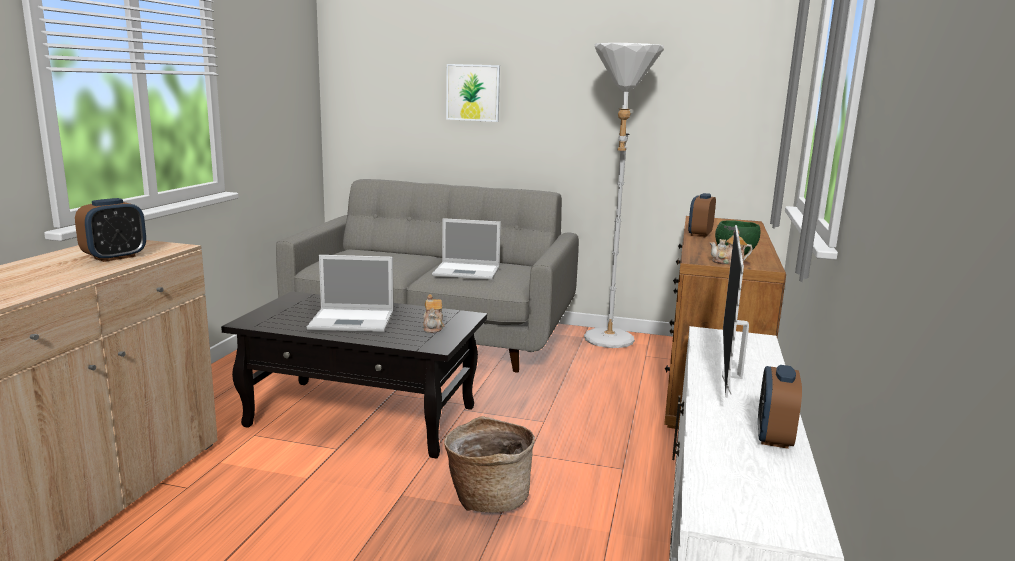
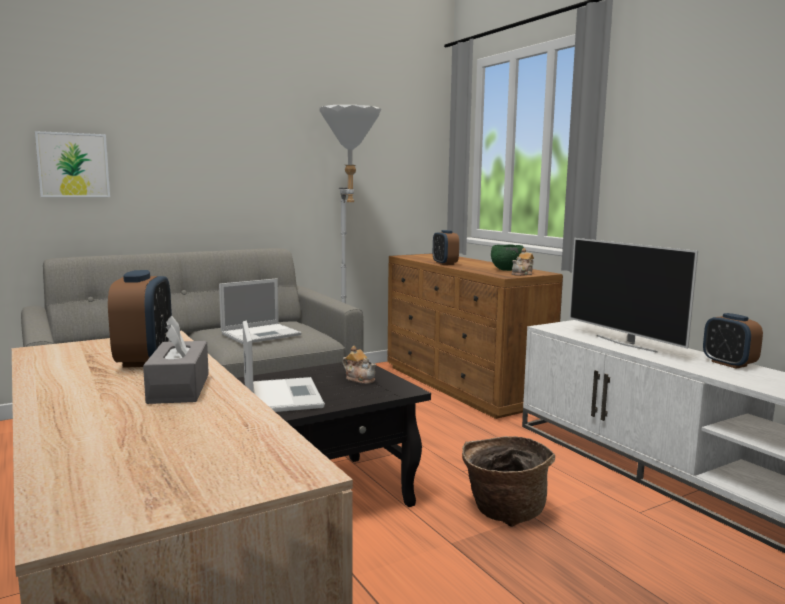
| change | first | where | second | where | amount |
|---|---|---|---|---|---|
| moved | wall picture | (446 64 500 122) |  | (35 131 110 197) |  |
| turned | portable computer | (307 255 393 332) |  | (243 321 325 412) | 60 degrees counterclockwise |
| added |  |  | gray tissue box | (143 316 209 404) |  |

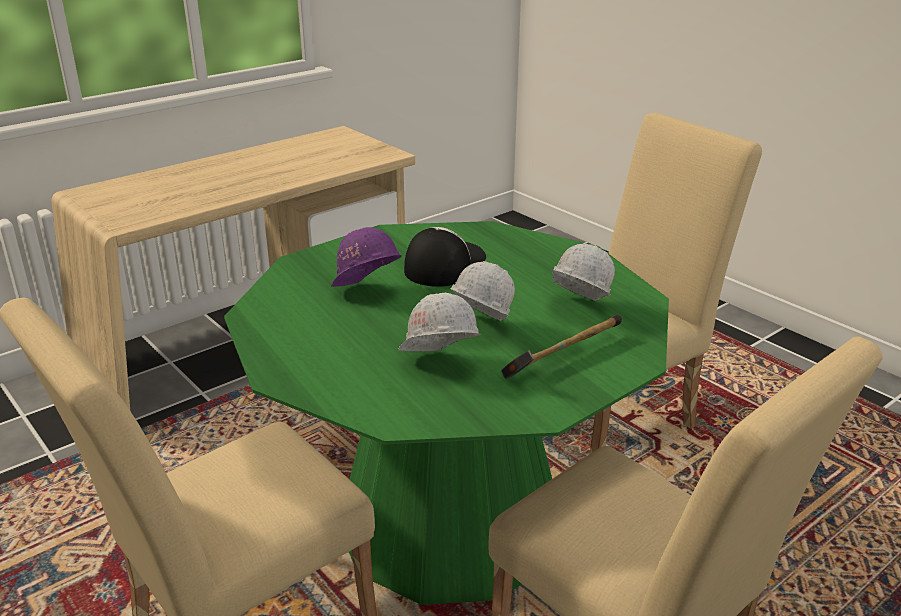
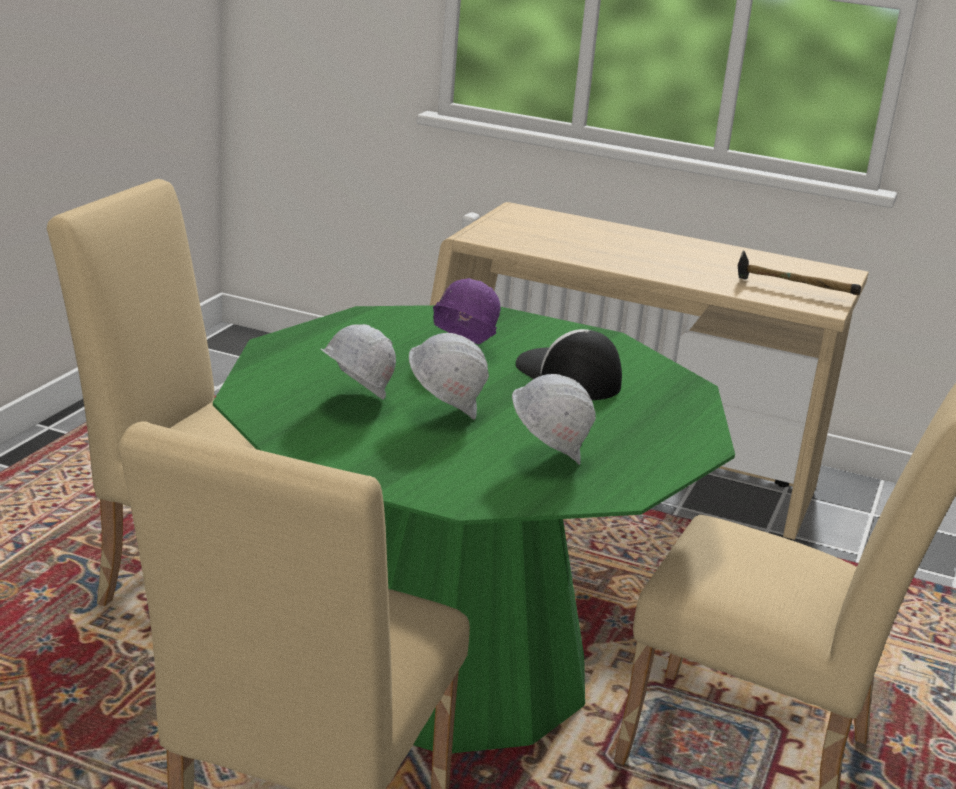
| change | first | where | second | where | amount |
|---|---|---|---|---|---|
| turned | cap | (404 227 486 287) |  | (516 329 622 400) | 120 degrees counterclockwise |
| moved | tool hammer | (501 315 622 379) |  | (738 251 861 295) |  |

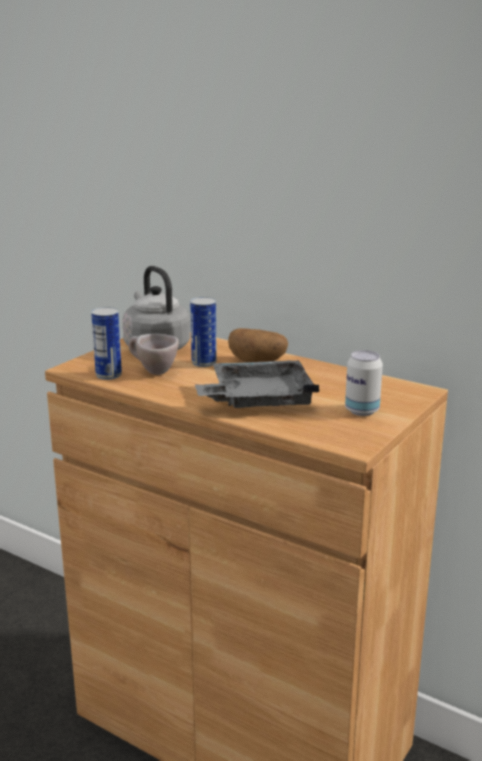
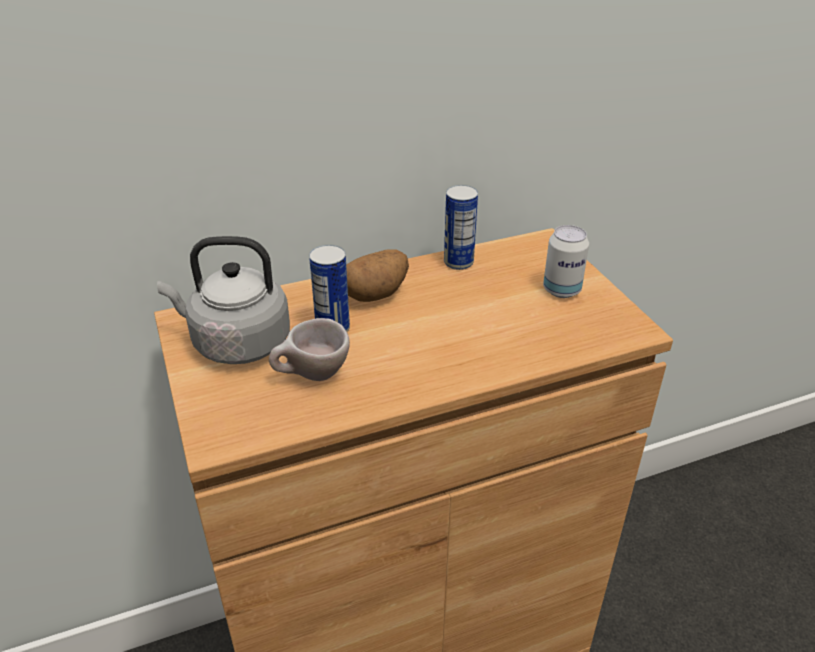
| change | first | where | second | where | amount |
|---|---|---|---|---|---|
| moved | metal can | (91 307 122 380) |  | (444 185 478 270) |  |
| removed | gray carrying tray | (195 360 319 408) |  |  |  |

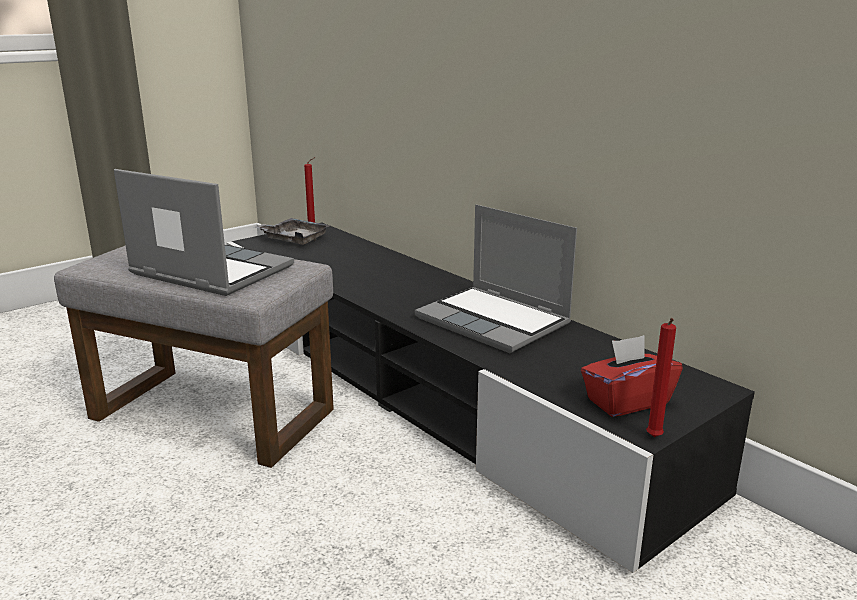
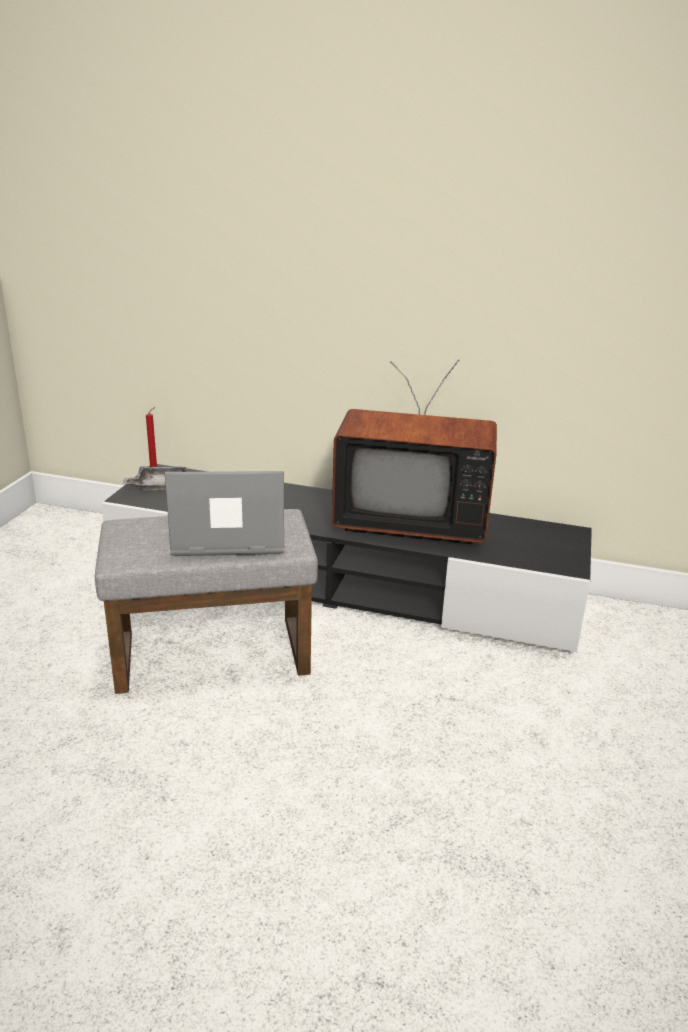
| change | first | where | second | where | amount |
|---|---|---|---|---|---|
| replaced | portable computer | (415 205 577 353) | television | (332 360 497 544) |  |
| removed | red-coloured wax light | (646 318 676 437) |  |  |  |
| removed | red-coloured tissue box | (581 335 683 417) |  |  |  |

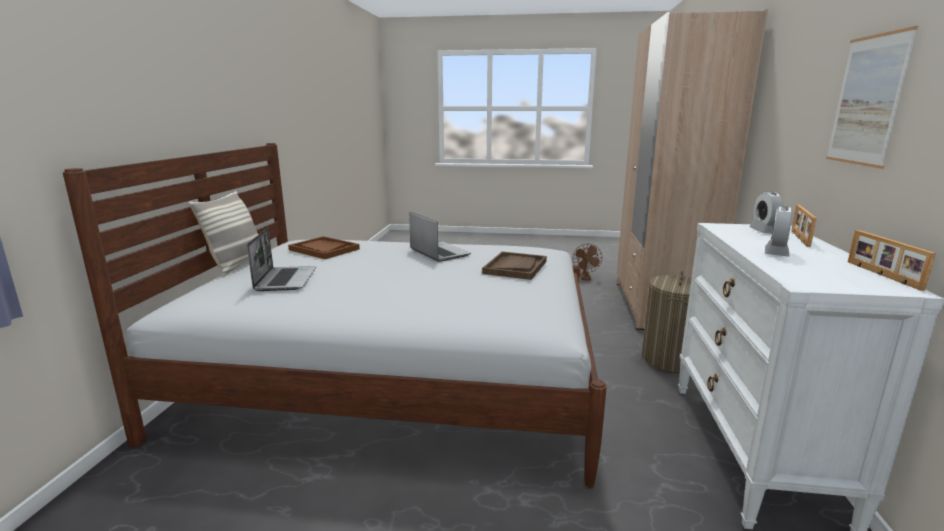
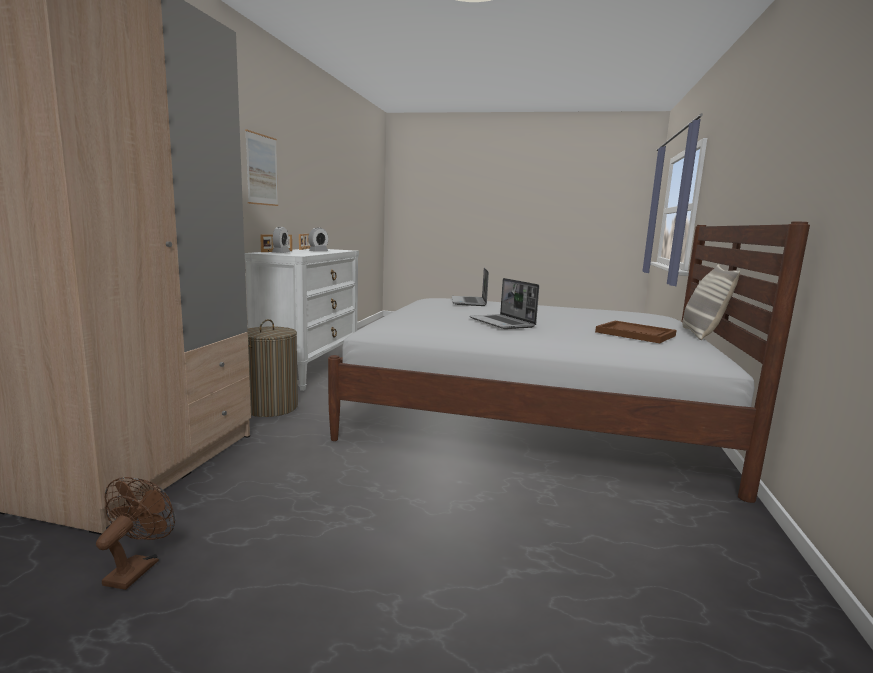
| change | first | where | second | where | amount |
|---|---|---|---|---|---|
| moved | portable computer | (247 228 316 291) |  | (452 268 489 306) |  |
| removed | brown-coloured carrying tray | (482 251 547 280) |  |  |  |

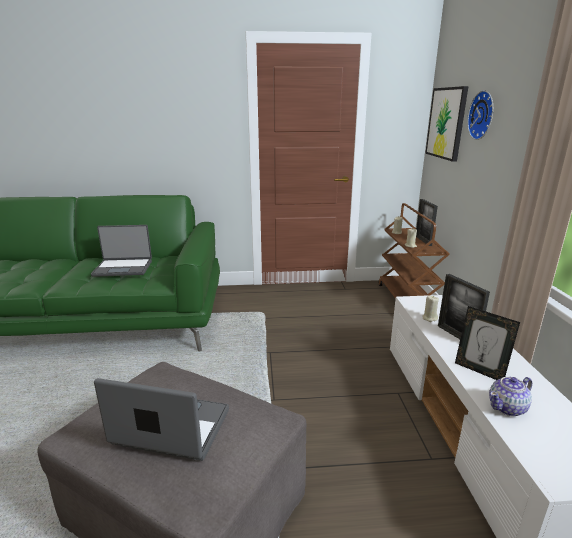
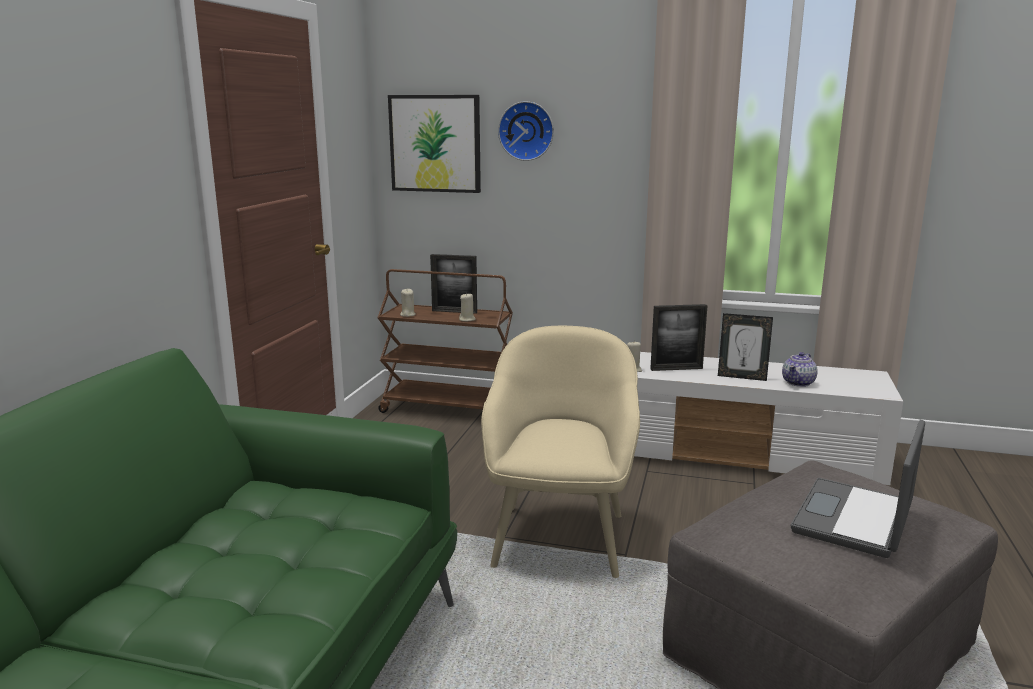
| change | first | where | second | where | amount |
|---|---|---|---|---|---|
| removed | portable computer | (91 225 152 277) |  |  |  |
| turned | standing frame | (455 306 520 380) |  | (718 313 773 381) | 45 degrees clockwise |
| turned | tea pot | (489 377 532 416) |  | (782 352 818 387) | 45 degrees clockwise |
| added |  |  | beige lounge chair | (481 326 640 578) |  |

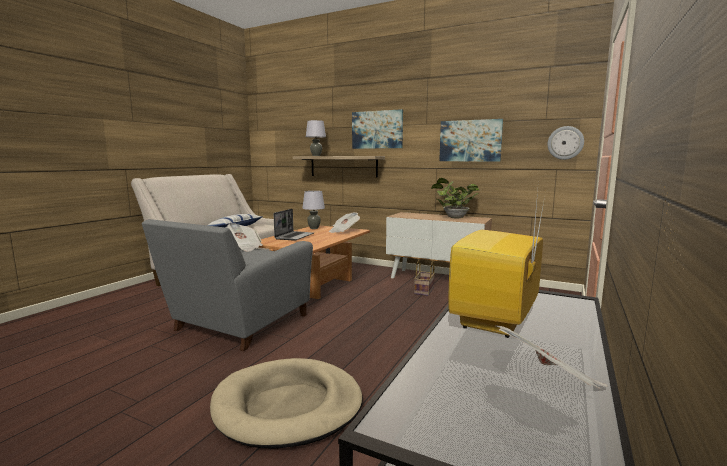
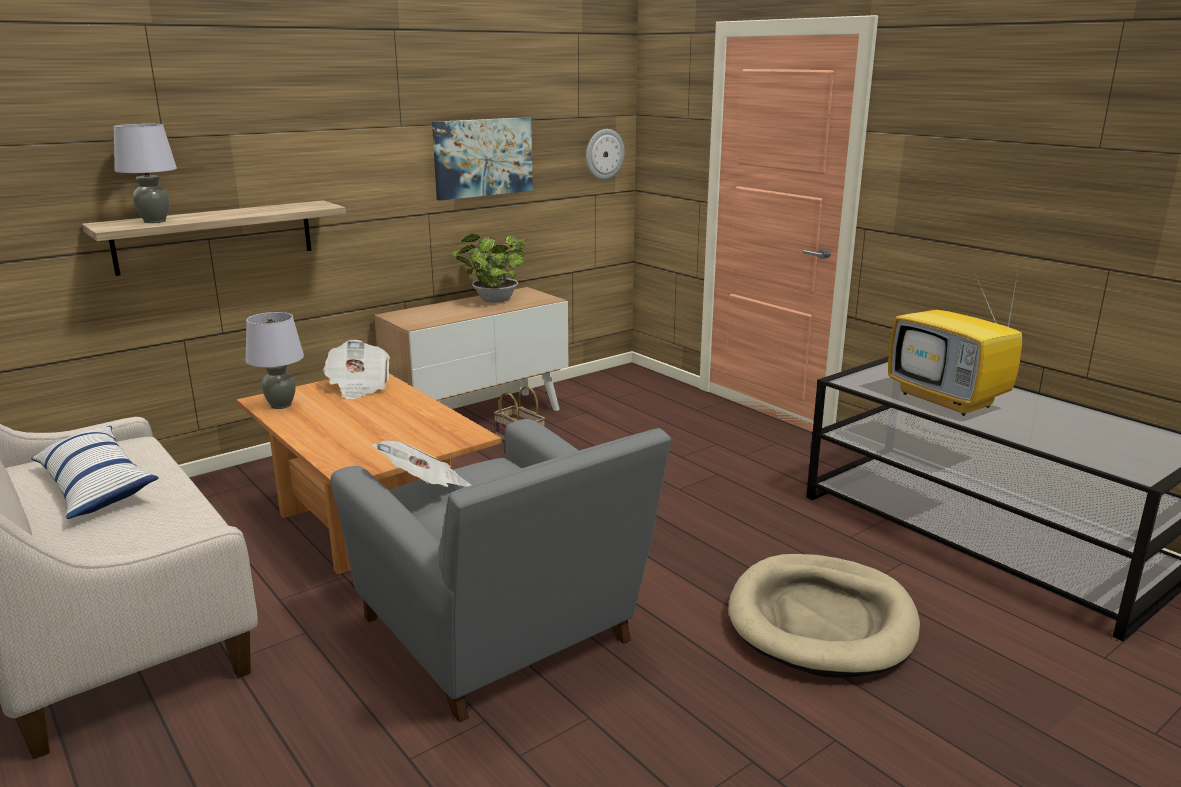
| change | first | where | second | where | amount |
|---|---|---|---|---|---|
| removed | wall picture | (352 109 403 149) |  |  |  |
| removed | portable computer | (274 209 314 241) |  |  |  |
| removed | daily paper | (496 326 608 388) |  |  |  |

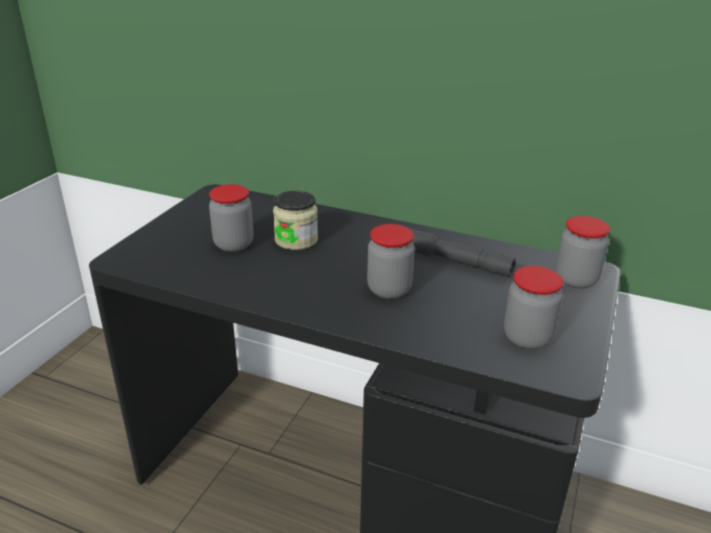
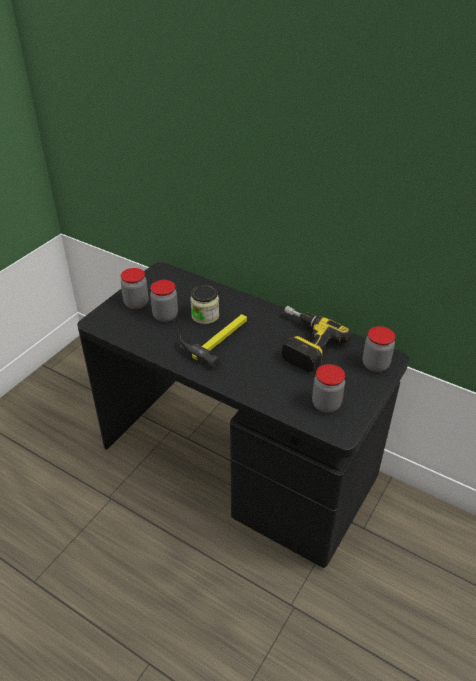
| change | first | where | second | where | amount |
|---|---|---|---|---|---|
| moved | preserve jar | (367 224 415 299) |  | (121 268 148 309) |  |
| replaced | gray torch | (408 227 516 277) | drill | (282 306 352 372) |  |
| added |  |  | tool hammer | (180 314 247 369) |  |

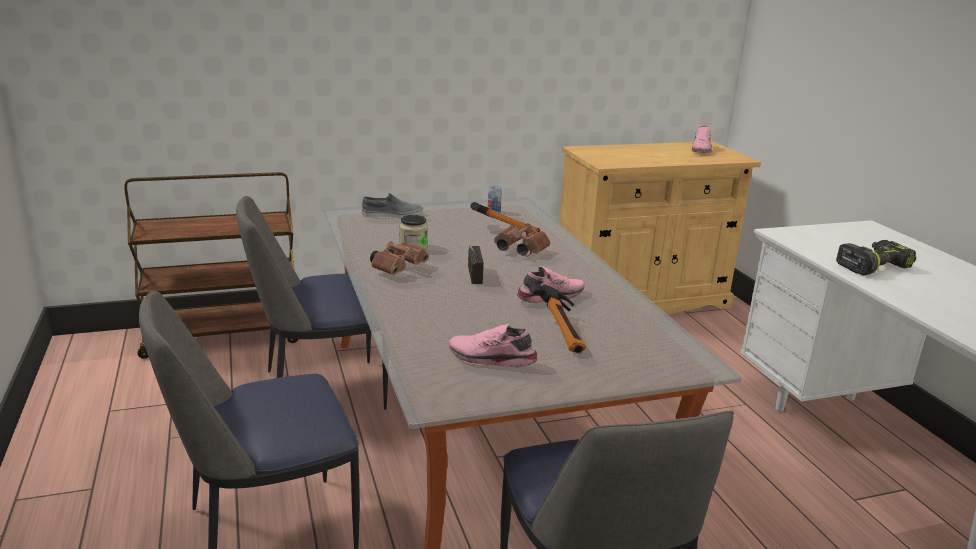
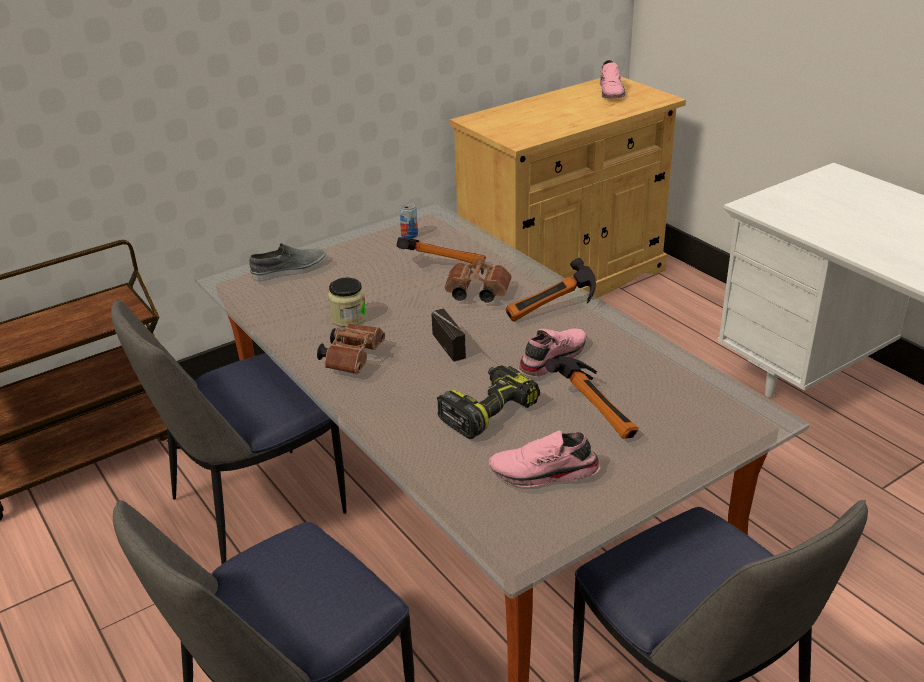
| change | first | where | second | where | amount |
|---|---|---|---|---|---|
| moved | drill | (836 240 916 275) |  | (437 365 540 439) |  |
| added |  |  | tool hammer | (506 258 596 322) |  |

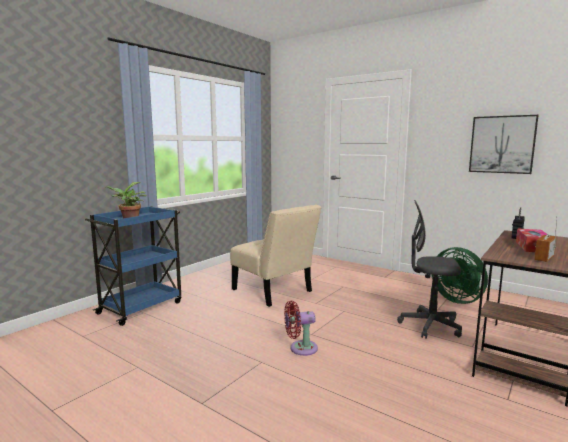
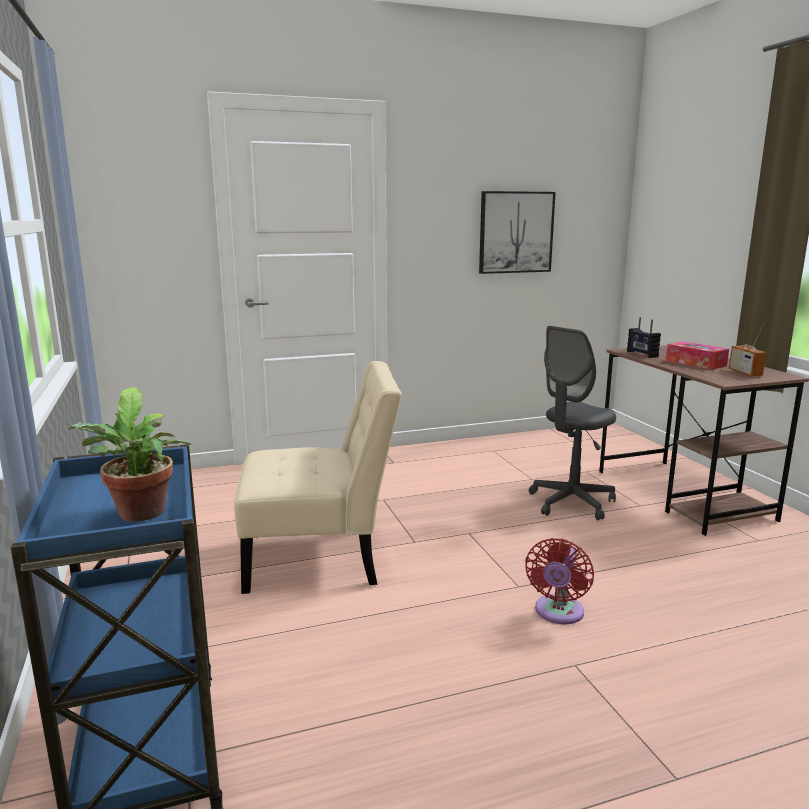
| change | first | where | second | where | amount |
|---|---|---|---|---|---|
| removed | green-coloured cooling fan | (432 247 488 304) |  |  |  |

